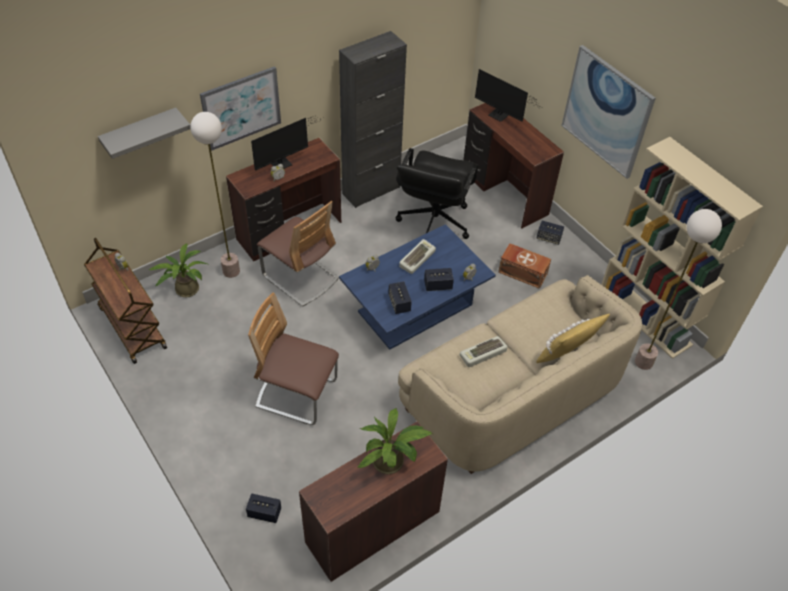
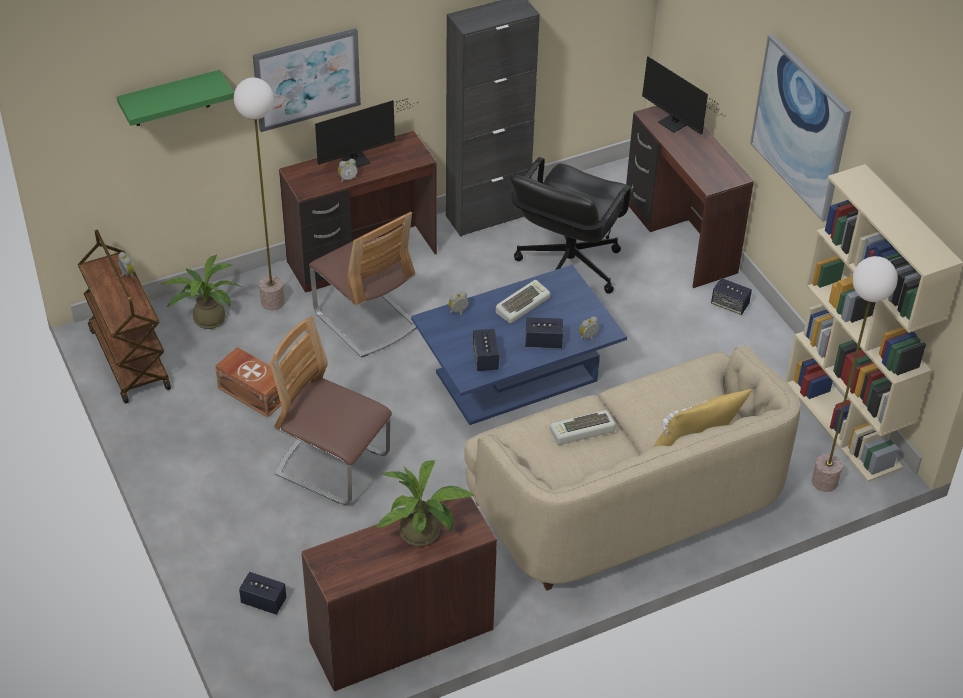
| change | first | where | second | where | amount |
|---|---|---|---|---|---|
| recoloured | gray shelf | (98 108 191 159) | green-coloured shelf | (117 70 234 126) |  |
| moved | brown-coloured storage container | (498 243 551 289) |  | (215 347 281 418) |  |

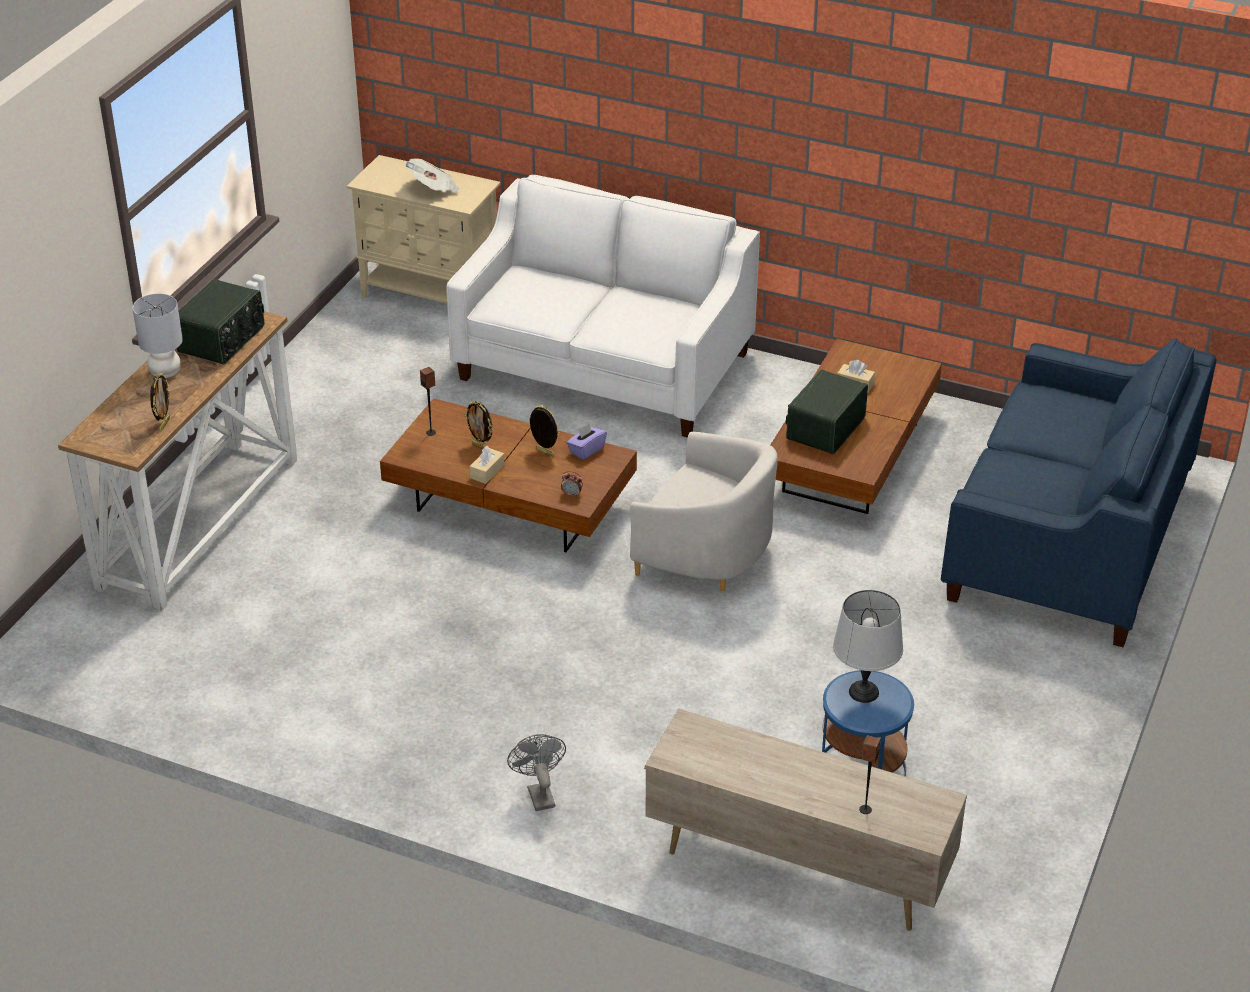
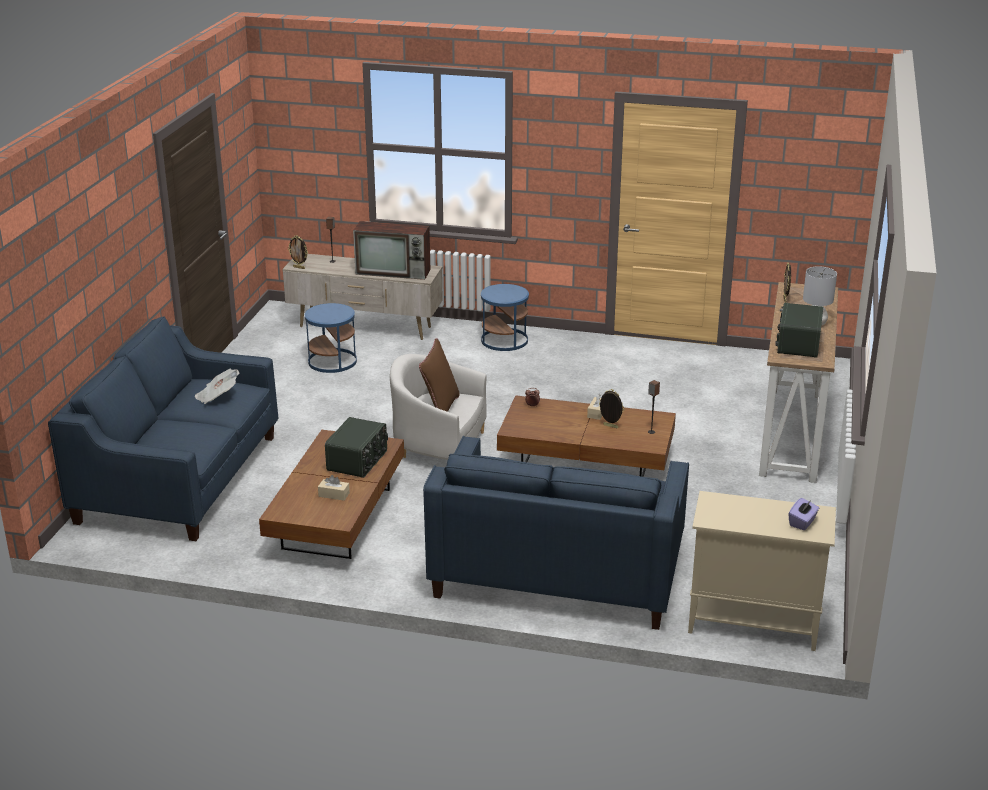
| change | first | where | second | where | amount |
|---|---|---|---|---|---|
| moved | daily paper | (403 159 462 193) |  | (195 369 240 404) |  |
| recoloured | white sofa | (446 175 760 438) | blue sofa | (423 436 689 630) |  |
| moved | standing frame | (529 404 560 456) |  | (288 235 308 269) |  |
| moved | purplish tissue box | (567 423 607 460) |  | (789 498 819 530) |  |
| removed | gray lamp for a table | (833 590 903 703) |  |  |  |
| replaced | gray cooling fan | (507 734 566 811) | blue end table | (481 284 529 351) |  |
| added |  |  | television | (353 221 430 280) |  |
| added |  |  | brown-coloured pillow | (419 338 460 412) |  |

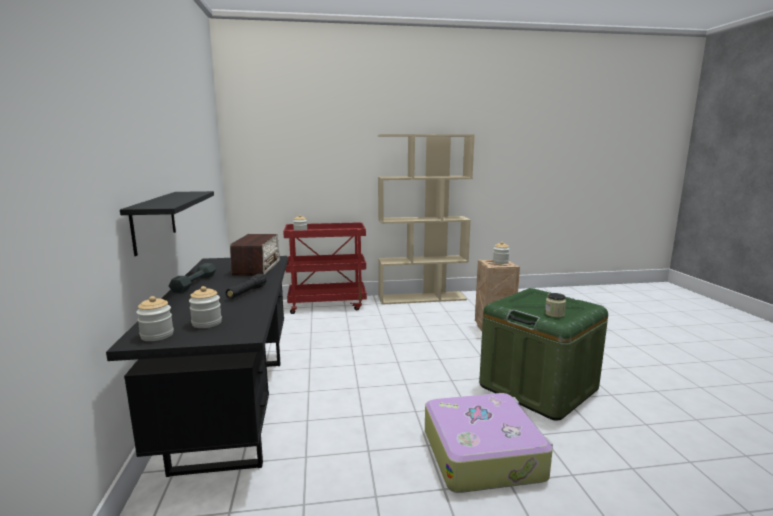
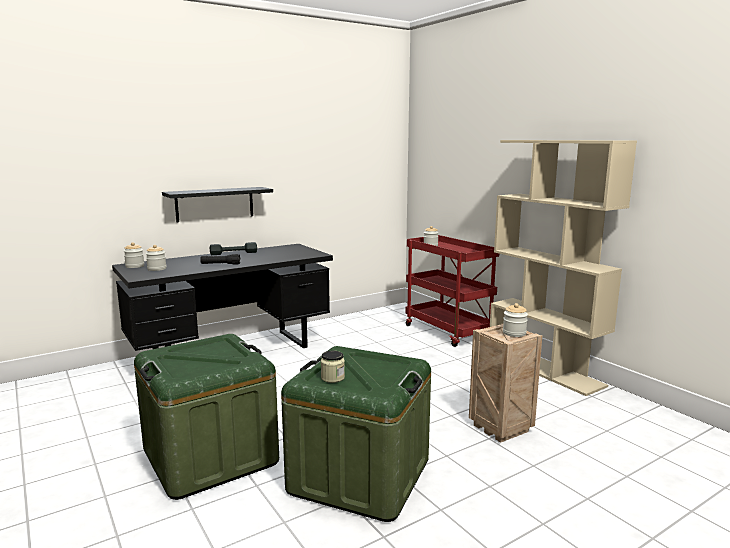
| change | first | where | second | where | amount |
|---|---|---|---|---|---|
| removed | radio | (230 234 280 276) |  |  |  |
| replaced | travel case | (425 393 553 493) | green-coloured storage container | (134 334 279 500) |  |

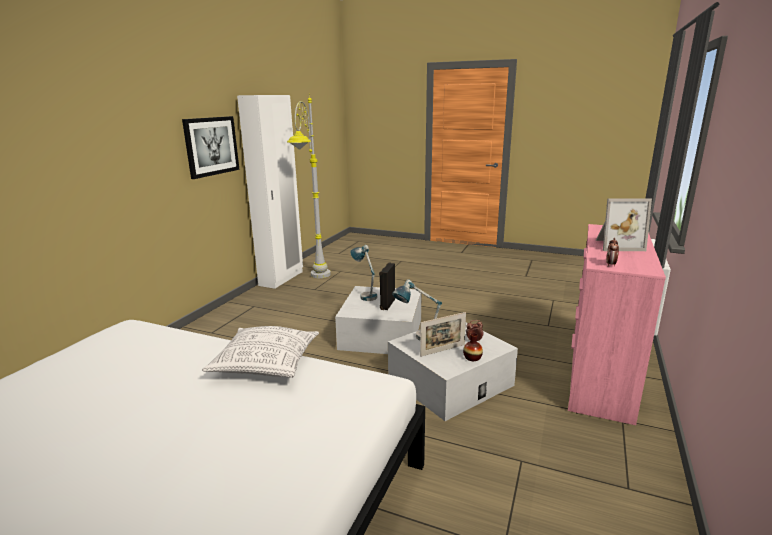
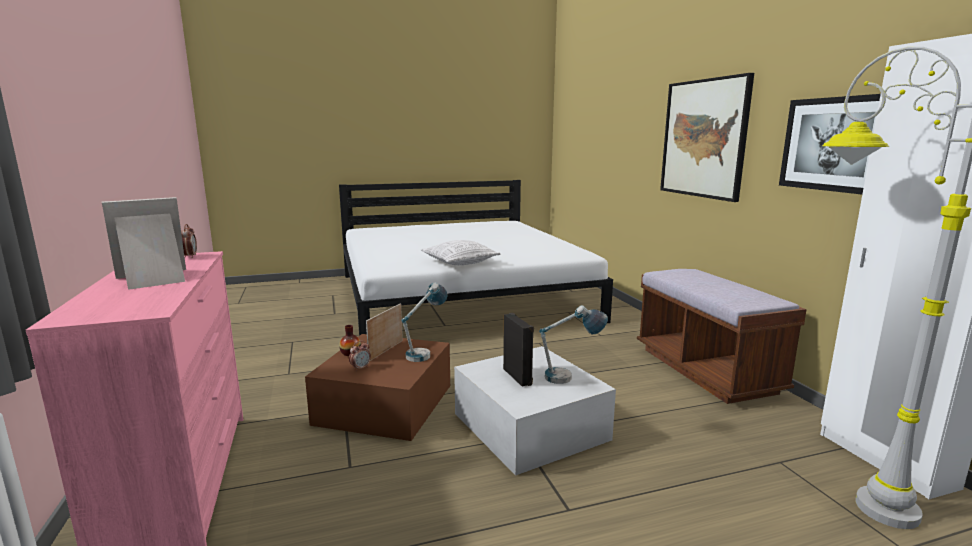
| change | first | where | second | where | amount |
|---|---|---|---|---|---|
| recoloured | white storage container | (388 322 518 421) | brown-coloured storage container | (305 334 450 441) |  |
| added |  |  | wall picture | (660 73 754 202) |  |
| added |  |  | brown-coloured indoor bench | (637 269 807 404) |  |

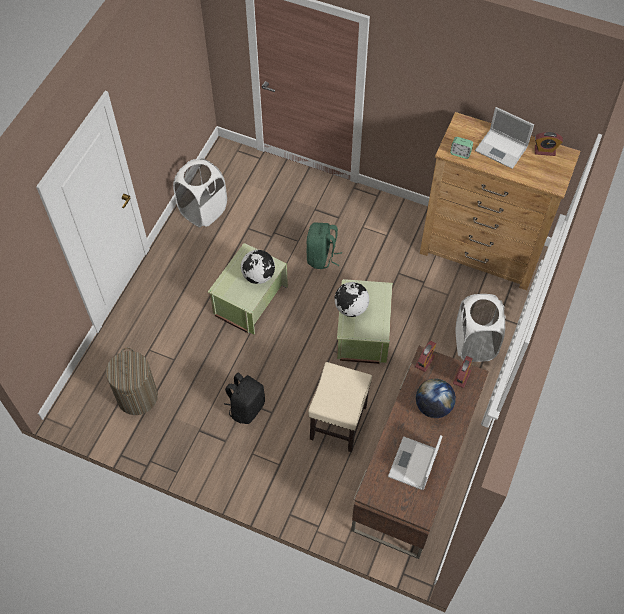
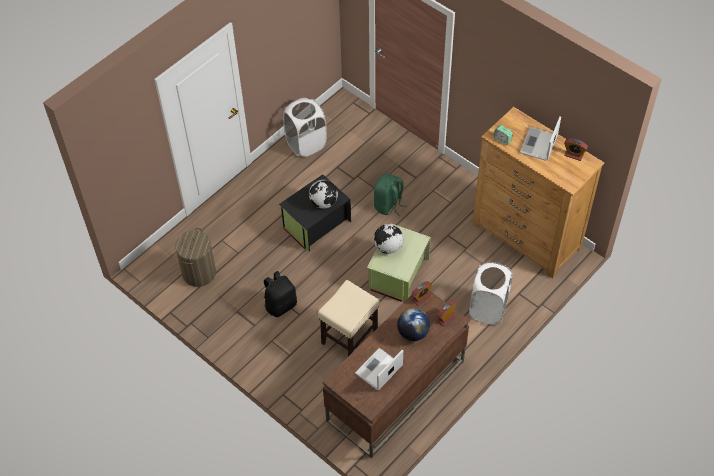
| change | first | where | second | where | amount |
|---|---|---|---|---|---|
| turned | portable computer | (475 107 534 169) |  | (520 116 561 161) | 60 degrees clockwise |
| recoloured | green-coloured storage container | (208 243 288 335) | blackish storage container | (279 175 351 251) |  |

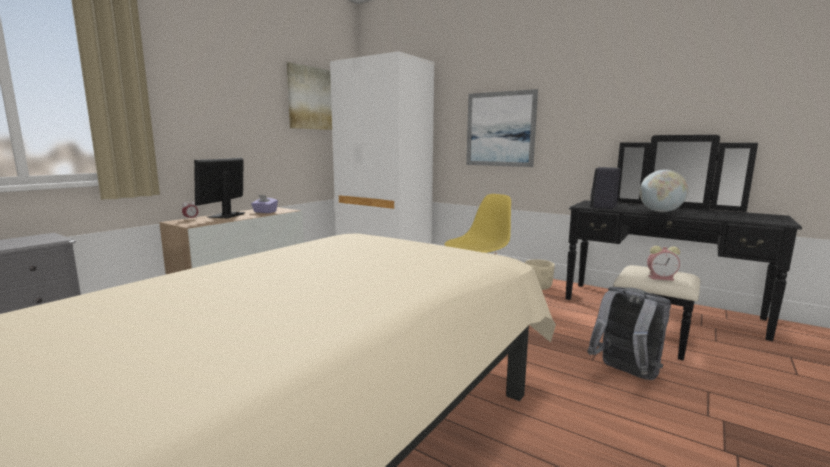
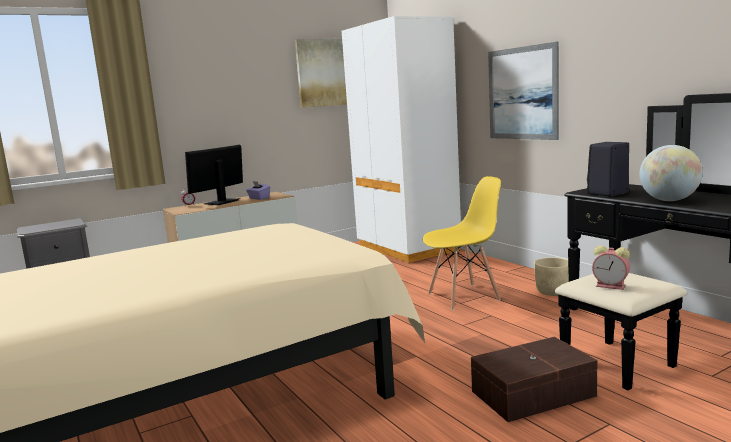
| change | first | where | second | where | amount |
|---|---|---|---|---|---|
| replaced | gray rucksack | (587 287 671 380) | brown-coloured storage container | (471 337 598 422) |  |

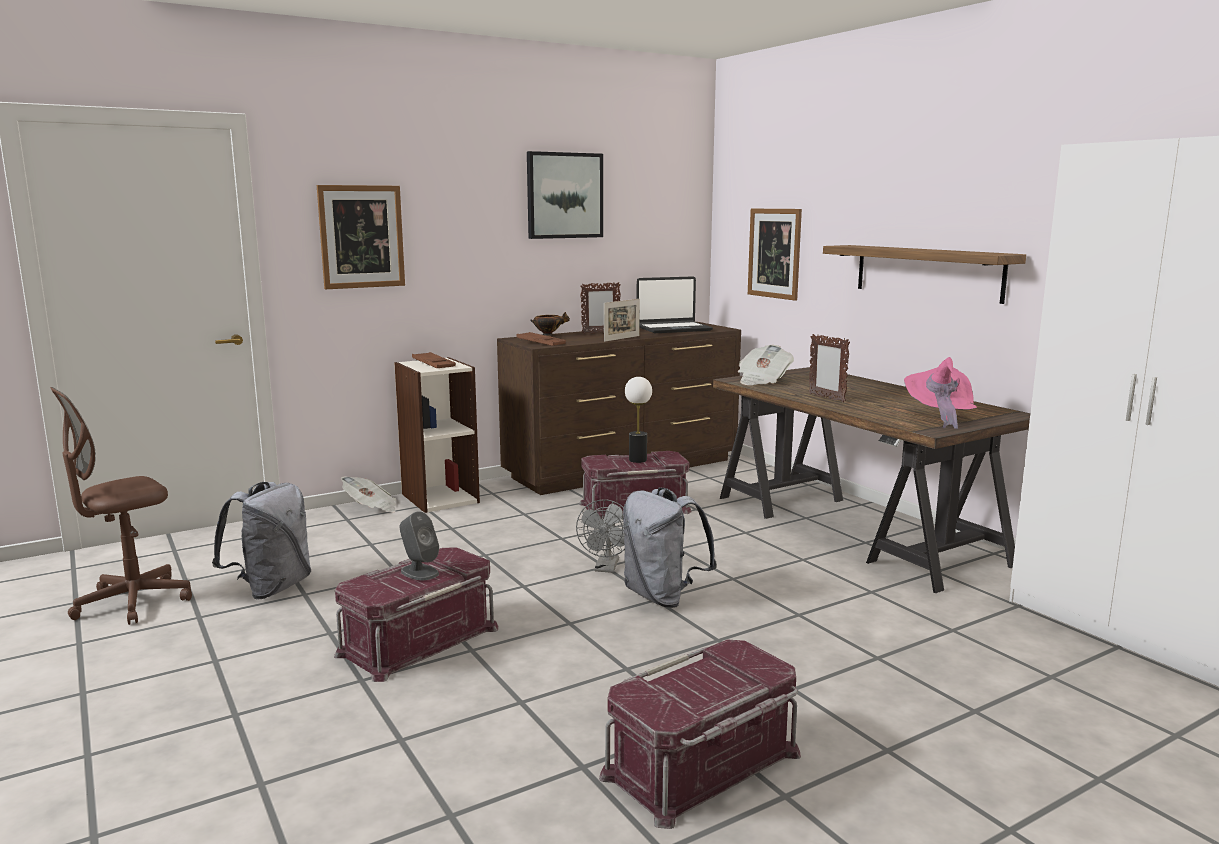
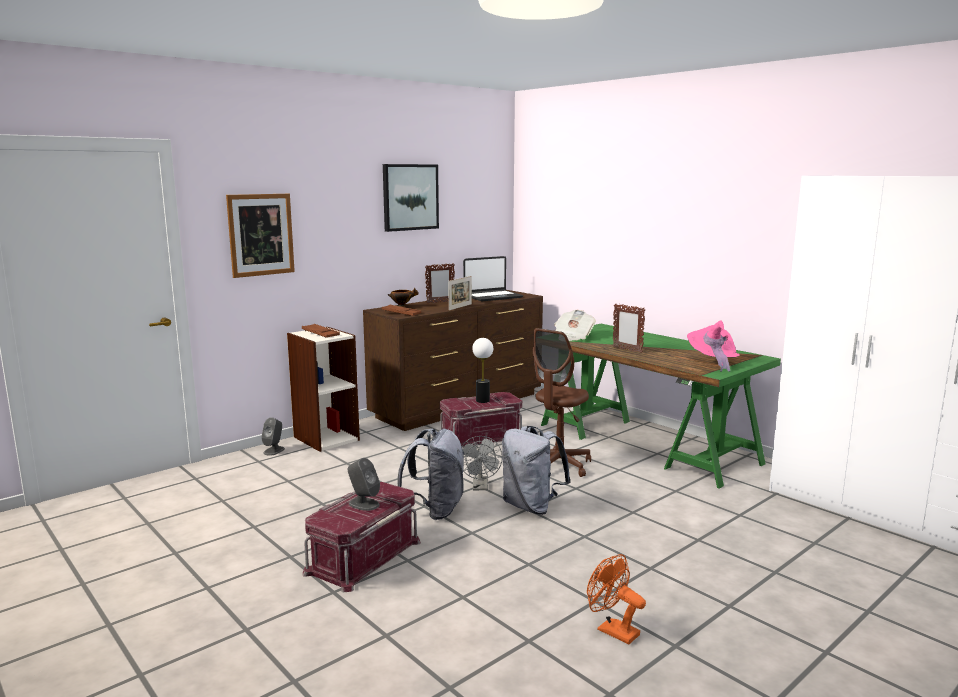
| change | first | where | second | where | amount |
|---|---|---|---|---|---|
| removed | wall picture | (748 209 802 301) |  |  |  |
| removed | shelf | (823 245 1026 304) |  |  |  |
| recoloured | brown-coloured desk | (713 367 1030 593) | green-coloured desk | (541 324 781 488) |  |
| moved | brown-coloured computer chair | (50 387 192 625) |  | (533 328 591 477) |  |
| replaced | daily paper | (341 476 397 512) | gray speaker | (261 417 285 456) |  |
| moved | gray rucksack | (212 482 311 600) |  | (398 429 464 520) |  |
| replaced | red-coloured storage container | (599 640 801 829) | orange cooling fan | (587 554 646 645) |  |

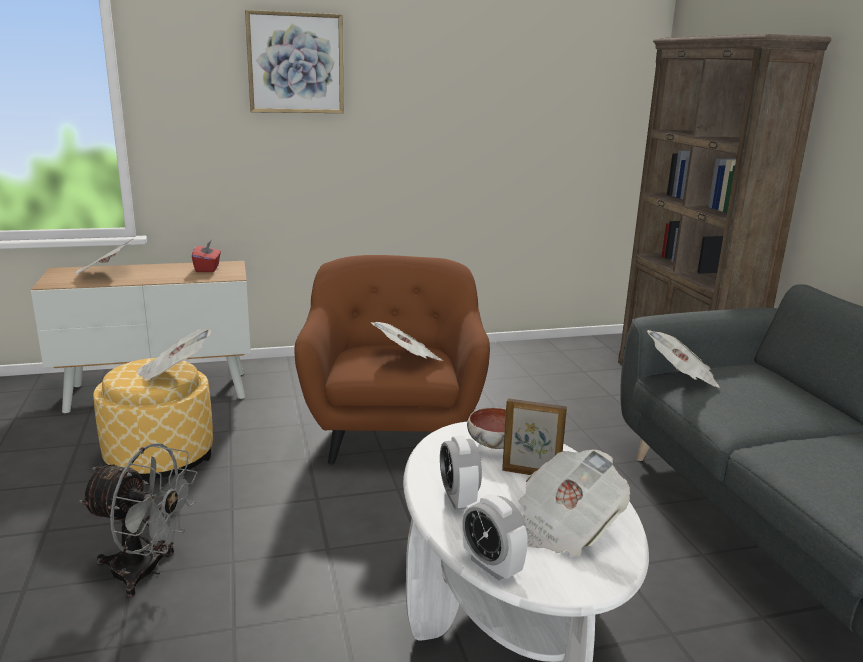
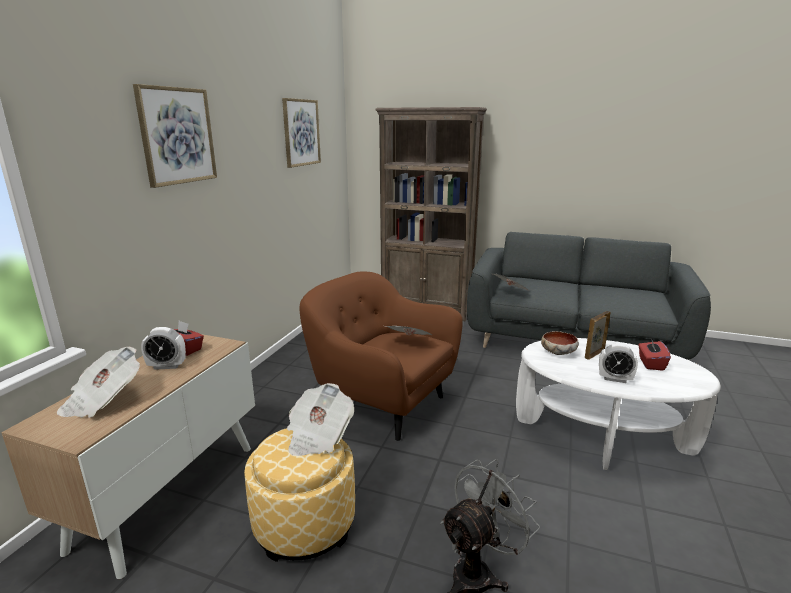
| change | first | where | second | where | amount |
|---|---|---|---|---|---|
| replaced | daily paper | (518 450 630 556) | red-coloured tissue box | (638 338 671 371) |  |
| moved | alarm clock | (462 494 528 580) |  | (141 327 186 370) |  |
| added |  |  | wall picture | (282 98 321 168) |  |

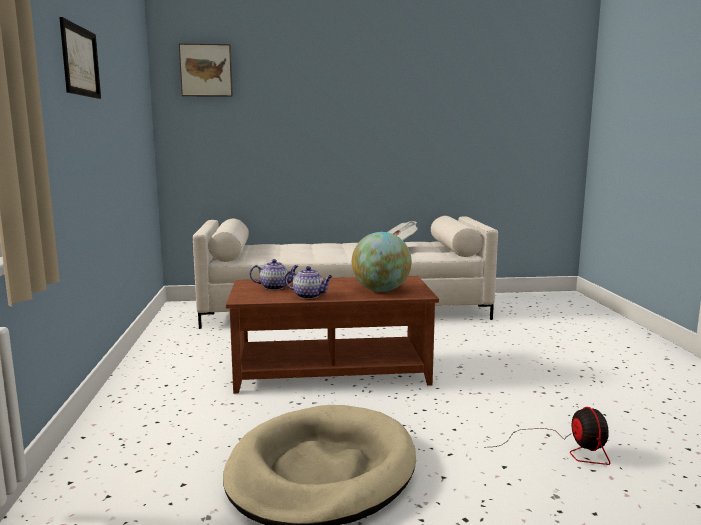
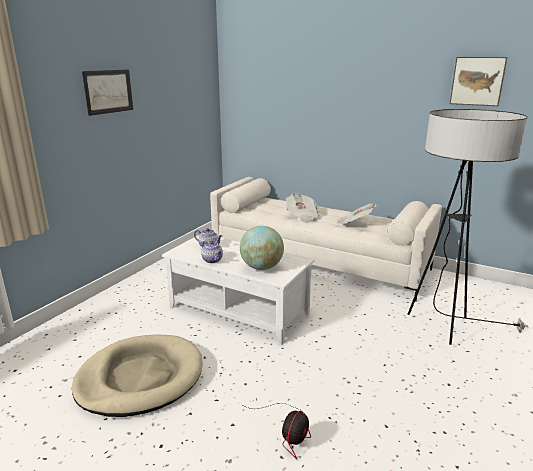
| change | first | where | second | where | amount |
|---|---|---|---|---|---|
| moved | wall picture | (179 43 233 97) |  | (450 57 508 106) |  |
| recoloured | brown-coloured lounge table | (226 276 439 394) | white lounge table | (162 235 315 345) |  |
| added |  |  | standing lamp | (408 109 527 345) |  |
| added |  |  | daily paper | (286 193 319 223) |  |

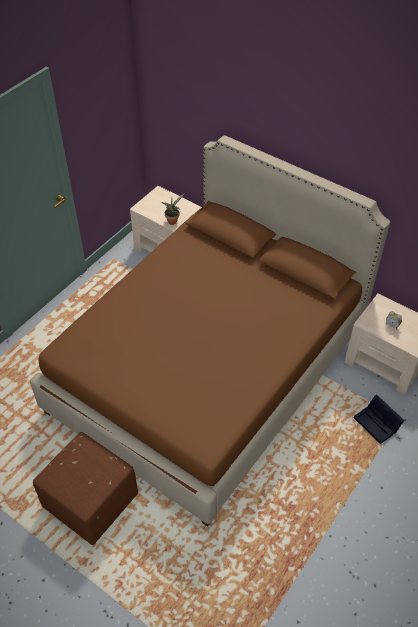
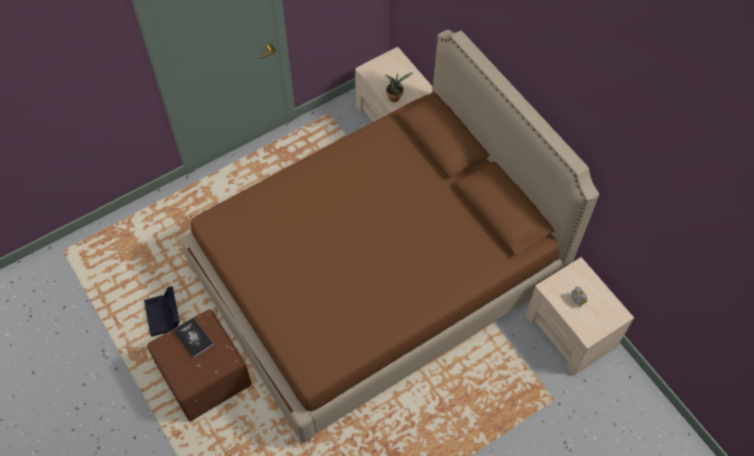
| change | first | where | second | where | amount |
|---|---|---|---|---|---|
| moved | blackish storage container | (354 395 405 444) |  | (144 287 180 337) |  |
| added |  |  | bound book | (173 318 214 358) |  |

